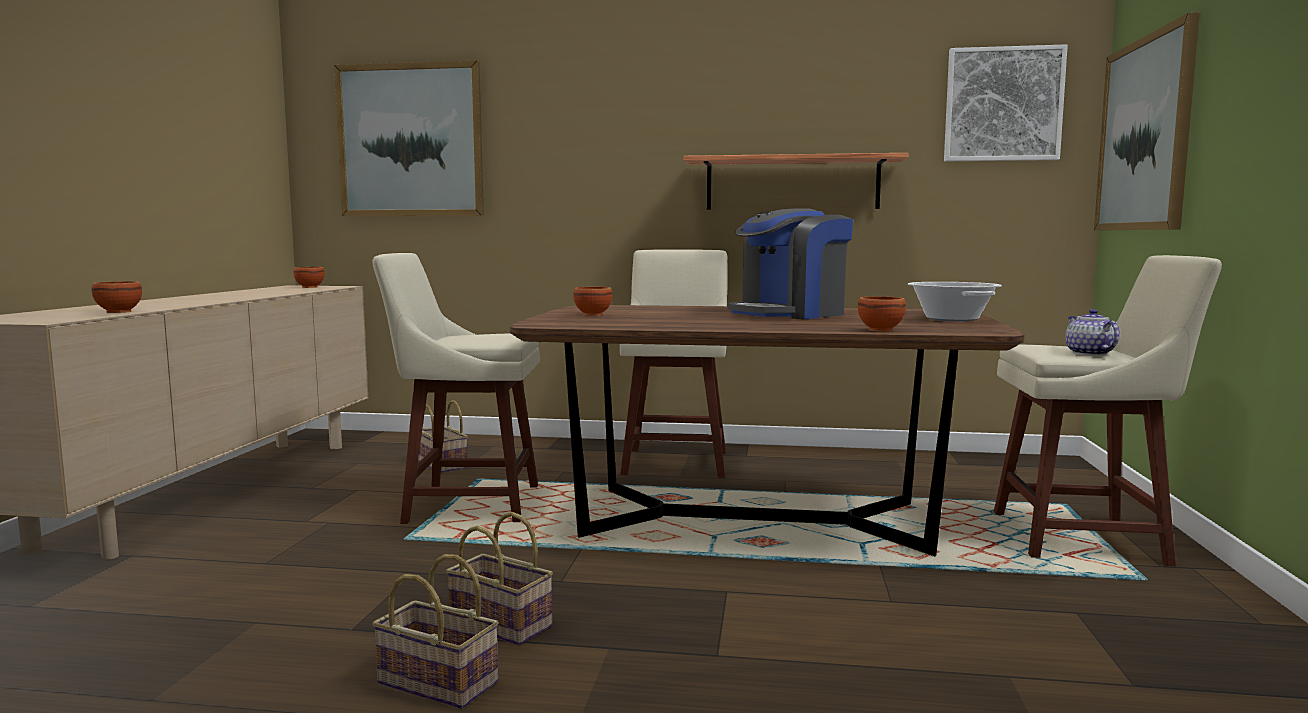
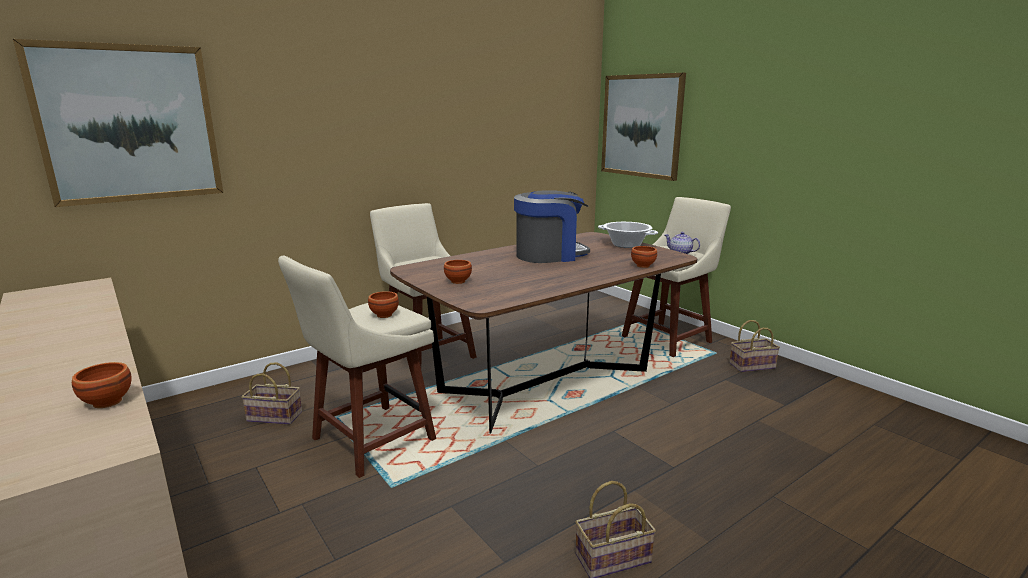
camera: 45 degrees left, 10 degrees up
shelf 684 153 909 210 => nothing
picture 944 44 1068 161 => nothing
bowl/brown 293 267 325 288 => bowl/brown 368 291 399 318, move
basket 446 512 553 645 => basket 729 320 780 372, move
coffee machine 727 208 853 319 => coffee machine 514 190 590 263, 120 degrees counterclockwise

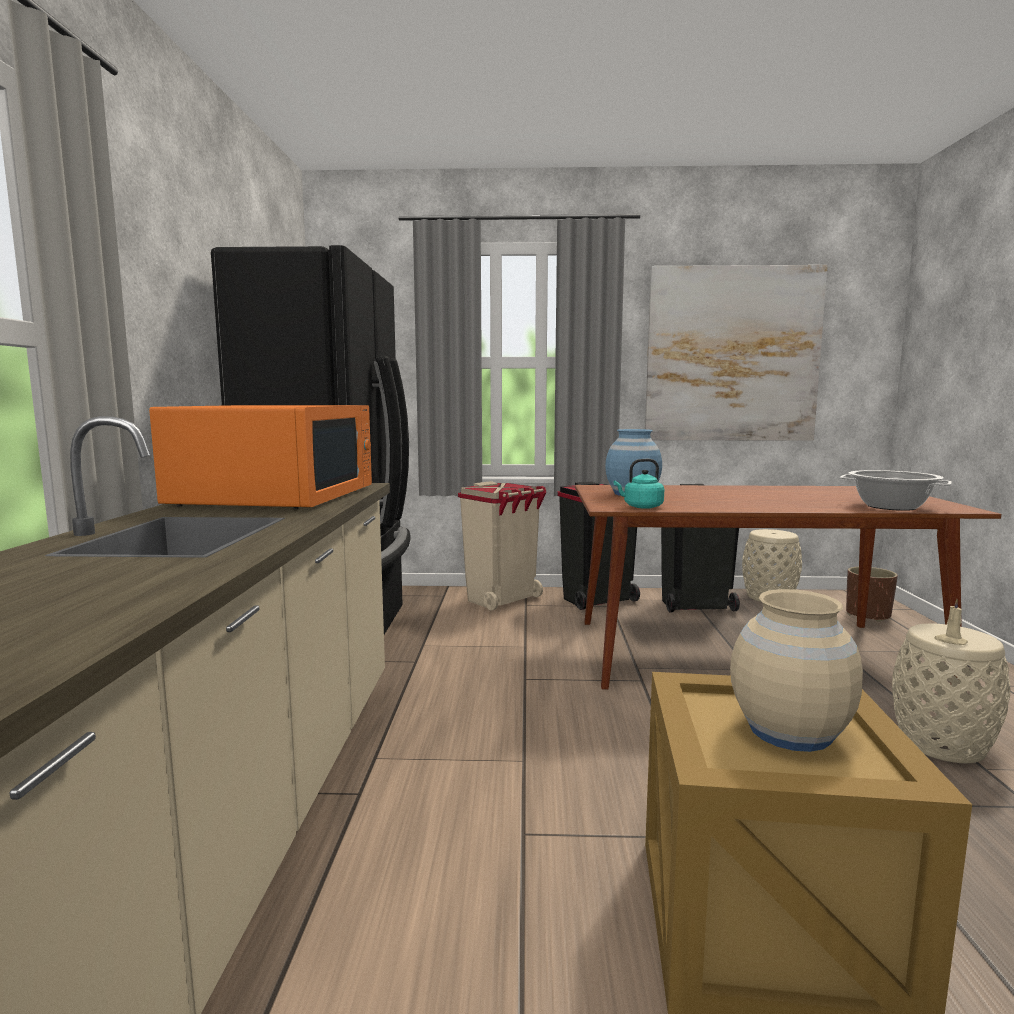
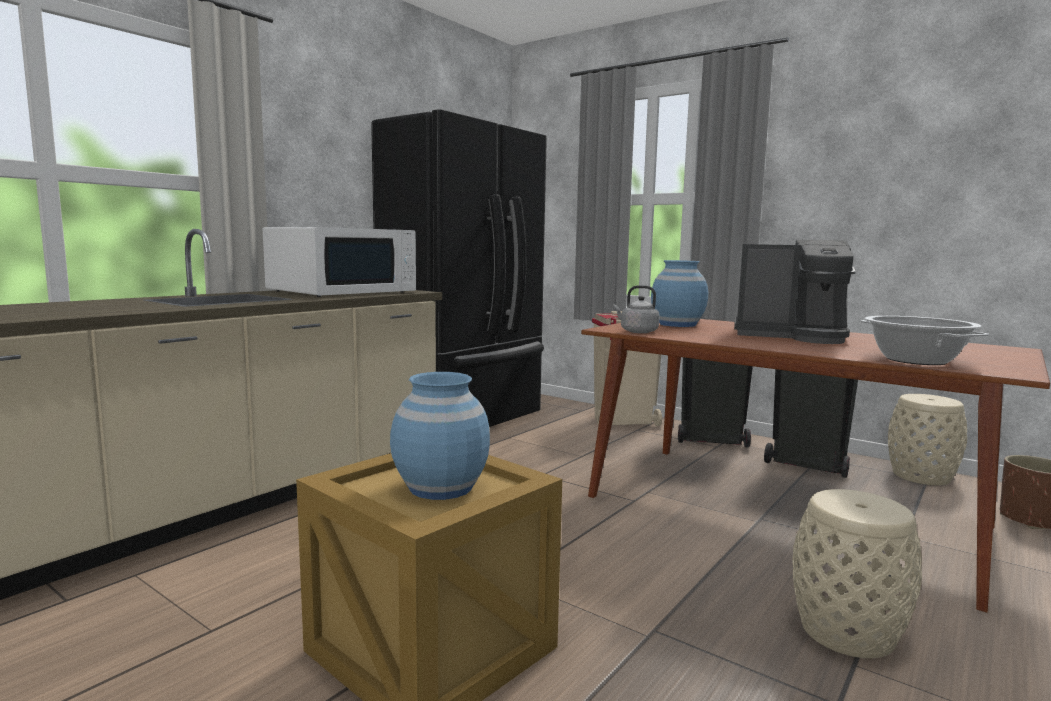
camera: 35 degrees right, 0 degrees up
picture 645 265 828 441 => nothing
candle/beige 934 599 968 645 => nothing
nothing => coffee machine 734 240 856 344
microwave/orange 149 405 372 509 => microwave/white 263 227 416 297
kettle/turquoise 614 459 664 509 => kettle/grey 613 285 660 333
vase/beige 730 589 863 752 => vase/blue 390 372 490 500

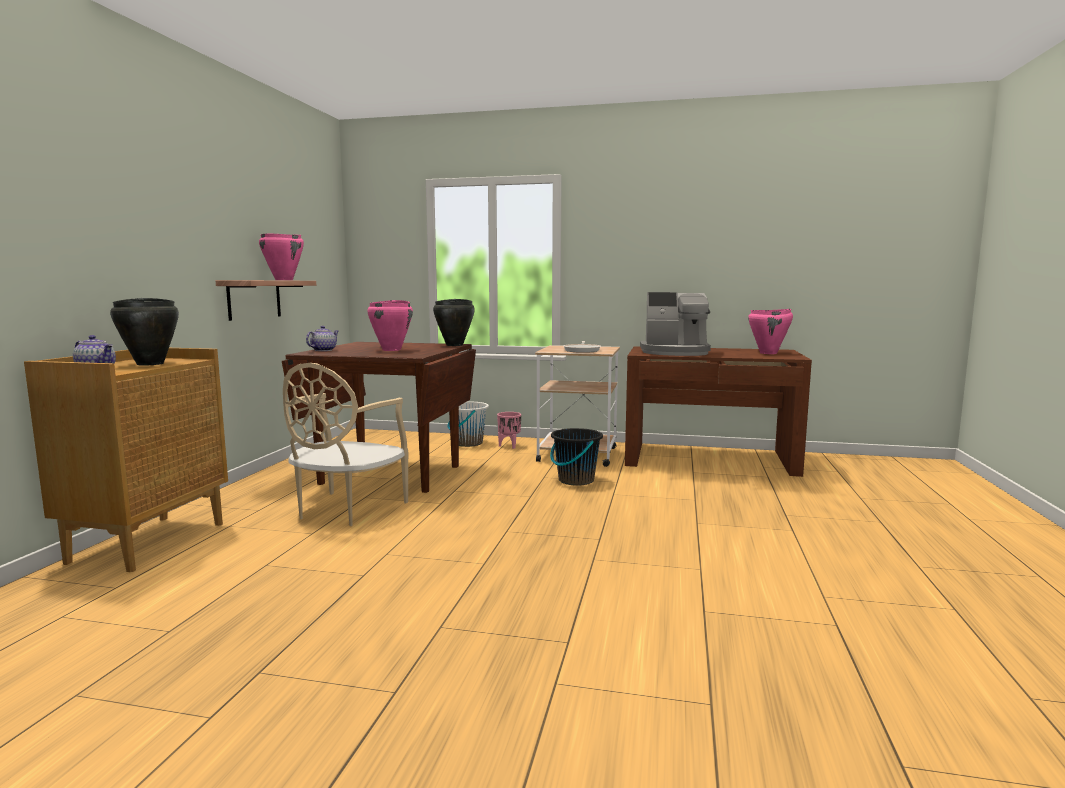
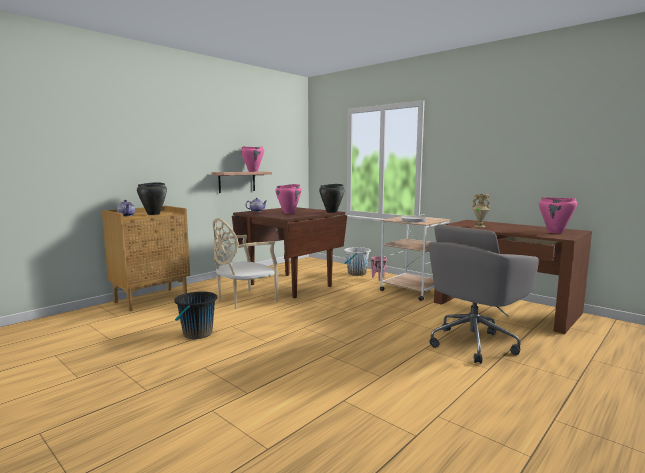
camera: 30 degrees right, 0 degrees up
nothing => office chair/grey 428 225 539 363
bucket/black 550 428 603 486 => bucket/black 174 292 217 339, move
coffee machine 640 292 711 356 => vase/beige 472 194 491 227

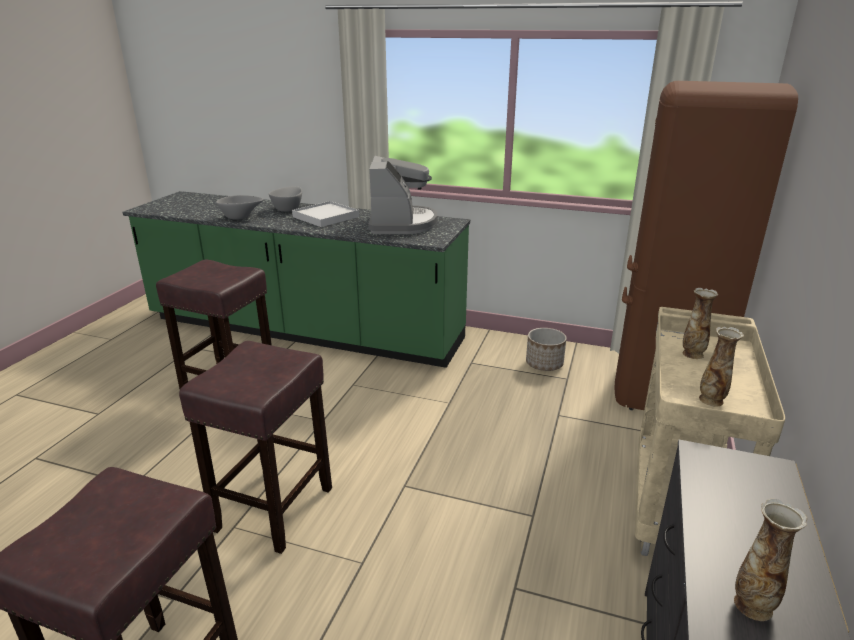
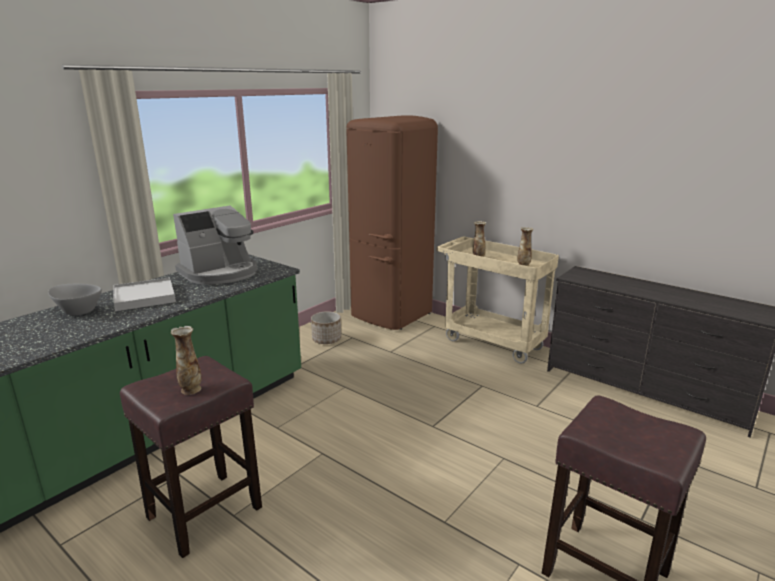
camera: 70 degrees left, 5 degrees down
stool/brown 179 341 332 554 => nothing
bowl/grey 216 195 264 220 => nothing
vase 734 499 807 621 => vase 170 326 201 395, move
coffee machine 368 156 438 234 => coffee machine 173 205 257 285, 120 degrees clockwise

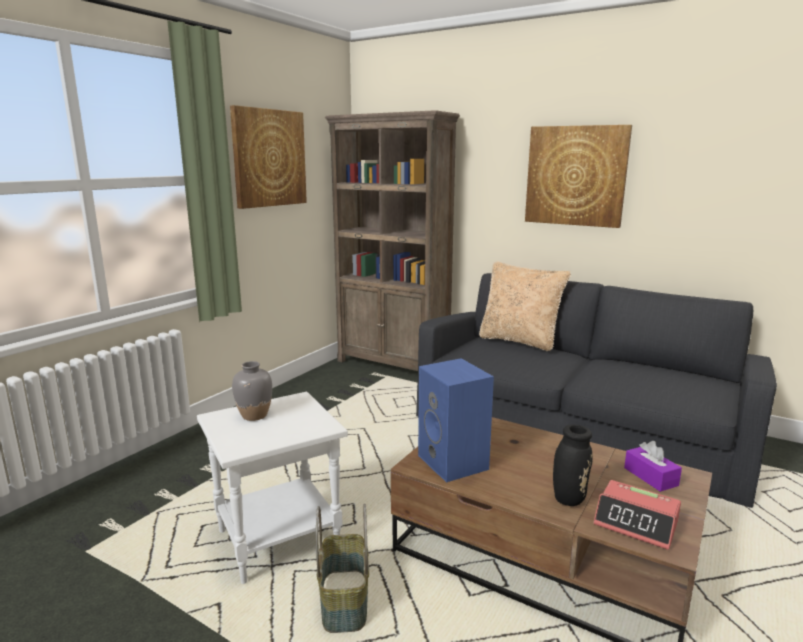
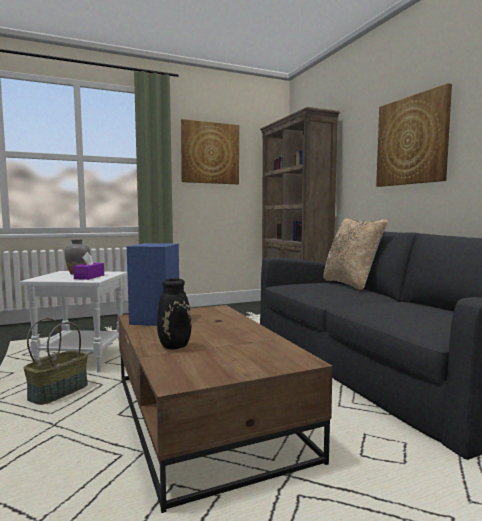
camera: 35 degrees right, 10 degrees down
alarm clock 593 480 681 550 => nothing
tissue box/purple 624 441 682 492 => tissue box/purple 73 252 104 280, move

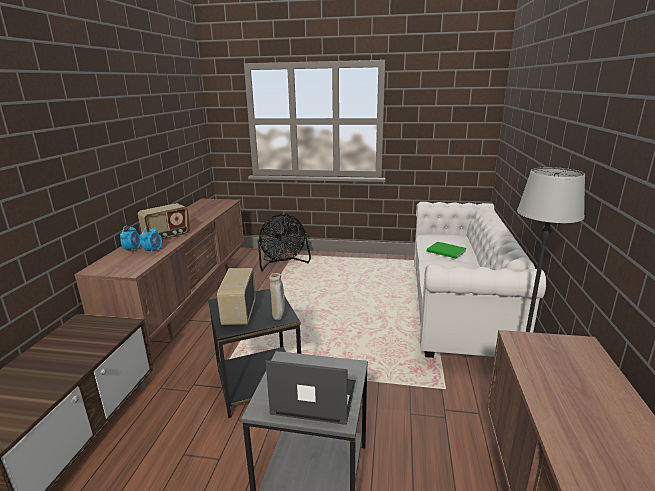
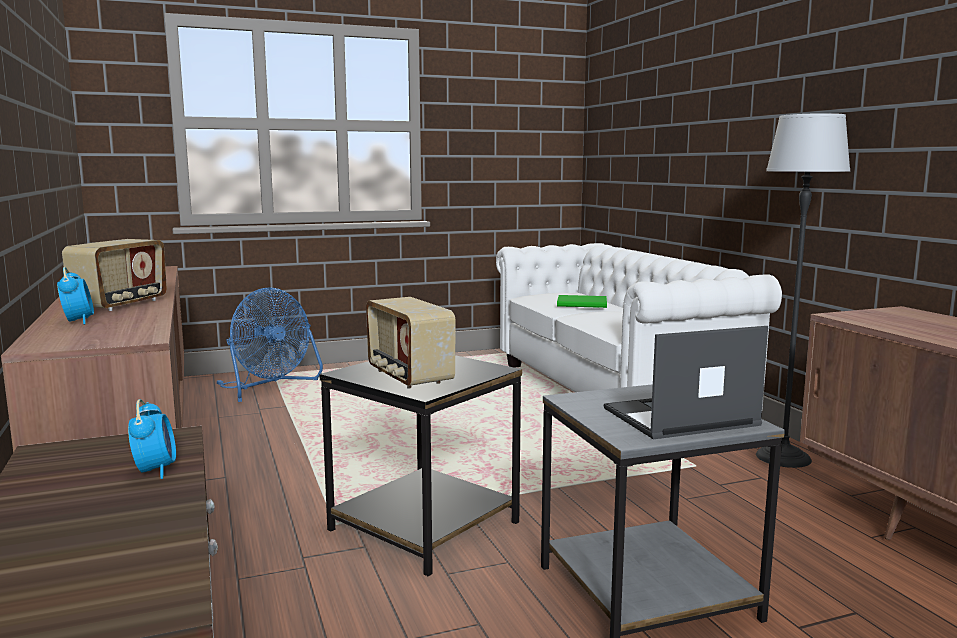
camera: 30 degrees left, 10 degrees down
vase/beige 269 273 285 320 => nothing
alarm clock 140 226 162 254 => alarm clock 128 399 176 479, move
fan/black 257 214 311 272 => fan/blue 217 288 323 402

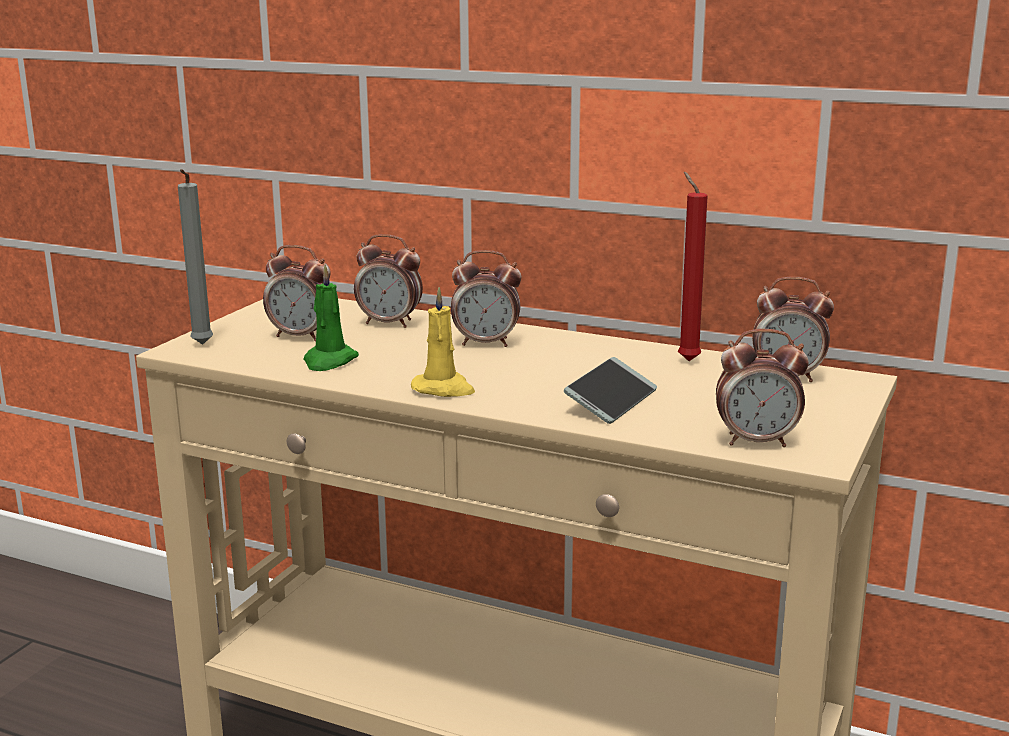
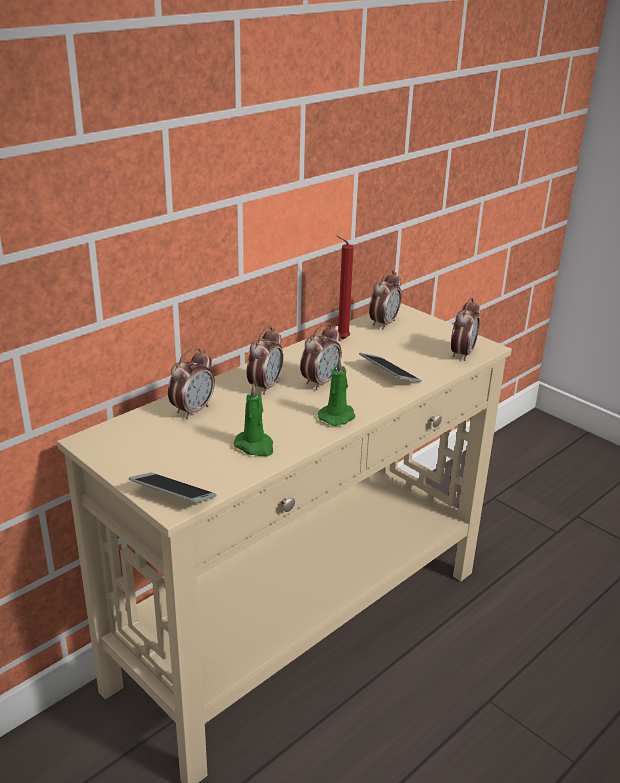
camera: 70 degrees left, 10 degrees up
alarm clock 263 245 331 341 => alarm clock 300 323 342 390, move
candle/grey 178 169 213 345 => phone 129 473 217 503
candle/yellow 411 287 475 397 => candle/green 318 357 355 426

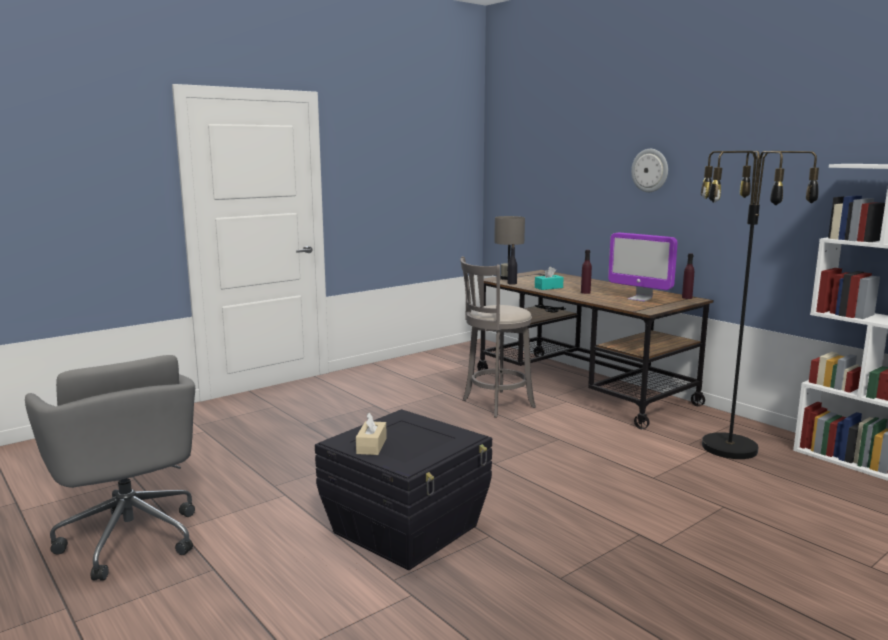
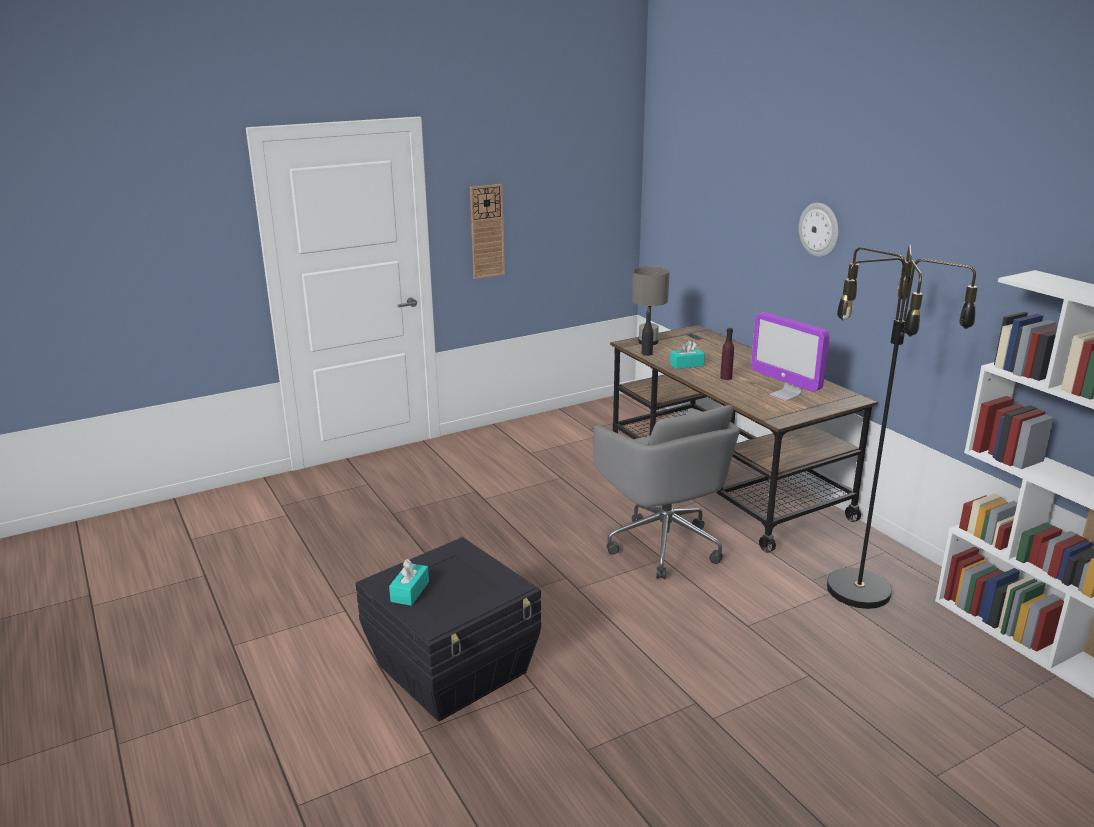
camera: 10 degrees right, 10 degrees up
stool/grey 460 256 536 417 => nothing
bottle/purple 682 253 694 299 => nothing
nothing => wall clock 470 184 505 279
office chair/grey 25 355 195 580 => office chair/grey 593 405 740 579, move
tissue box/beige 356 413 387 455 => tissue box/turquoise 389 559 429 606

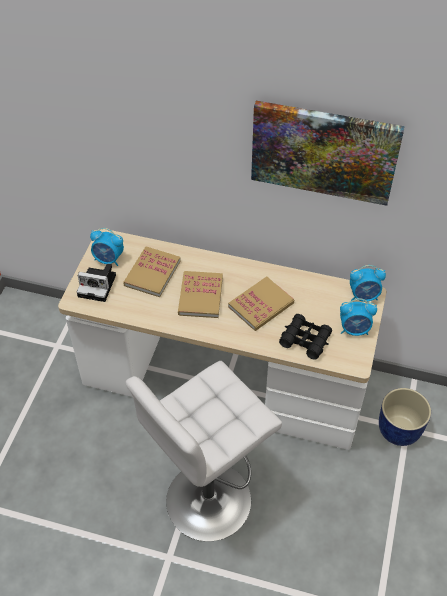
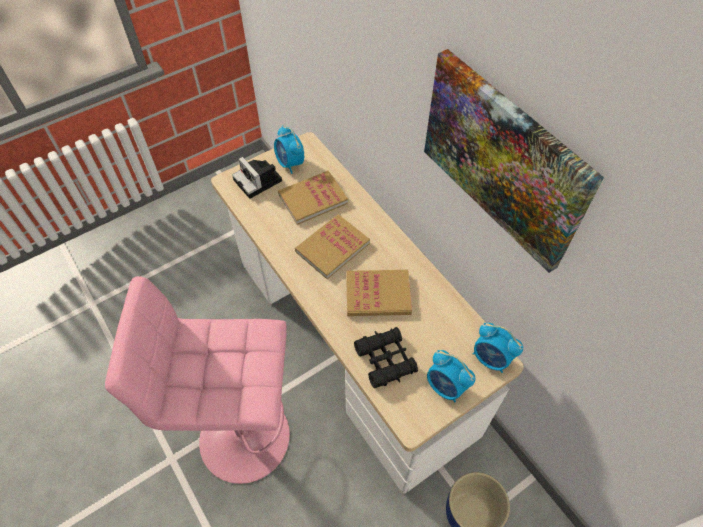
camera: 40 degrees right, 5 degrees up
stool/white 125 361 282 541 => stool/pink 105 276 290 484

